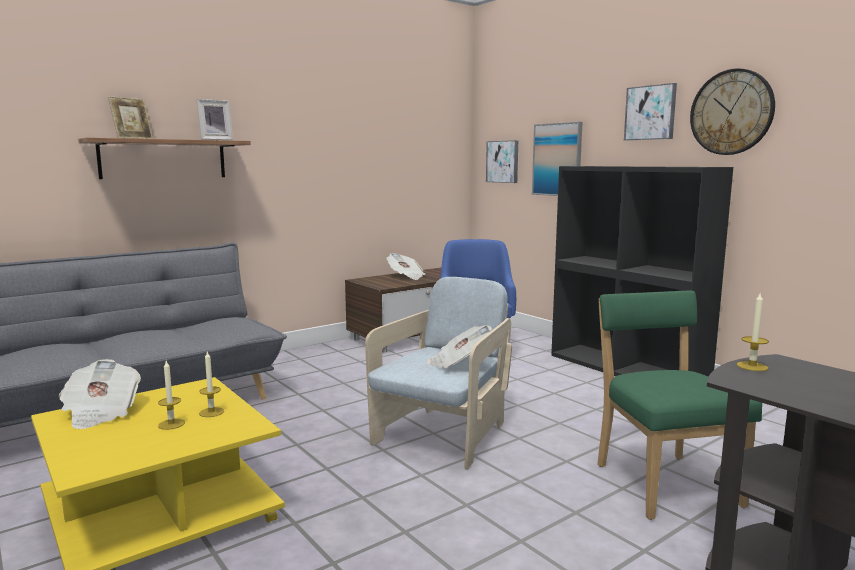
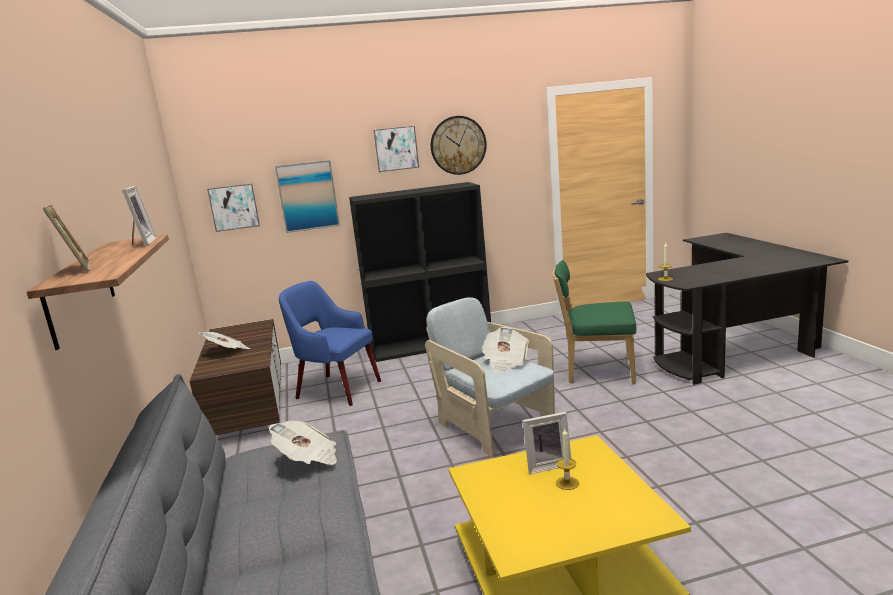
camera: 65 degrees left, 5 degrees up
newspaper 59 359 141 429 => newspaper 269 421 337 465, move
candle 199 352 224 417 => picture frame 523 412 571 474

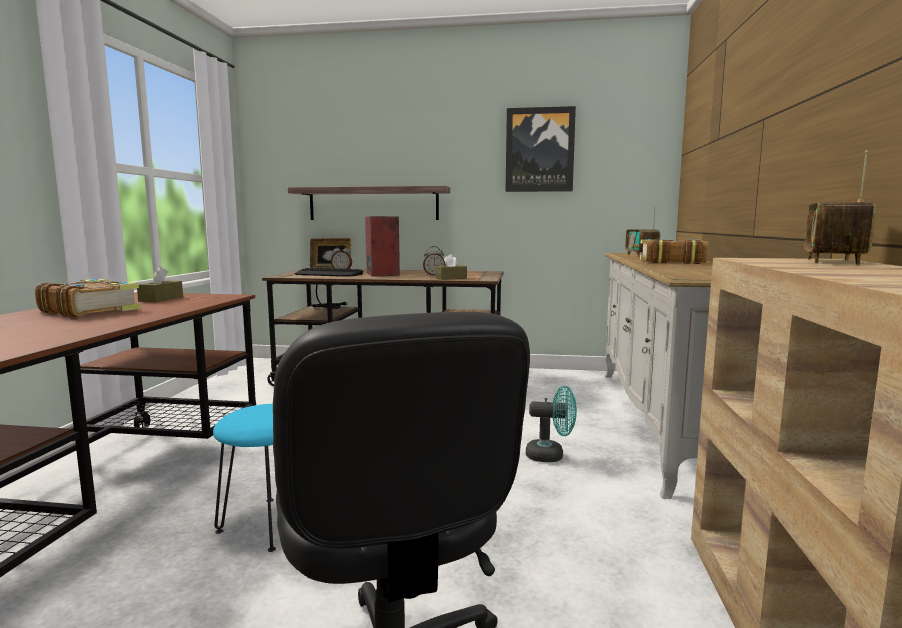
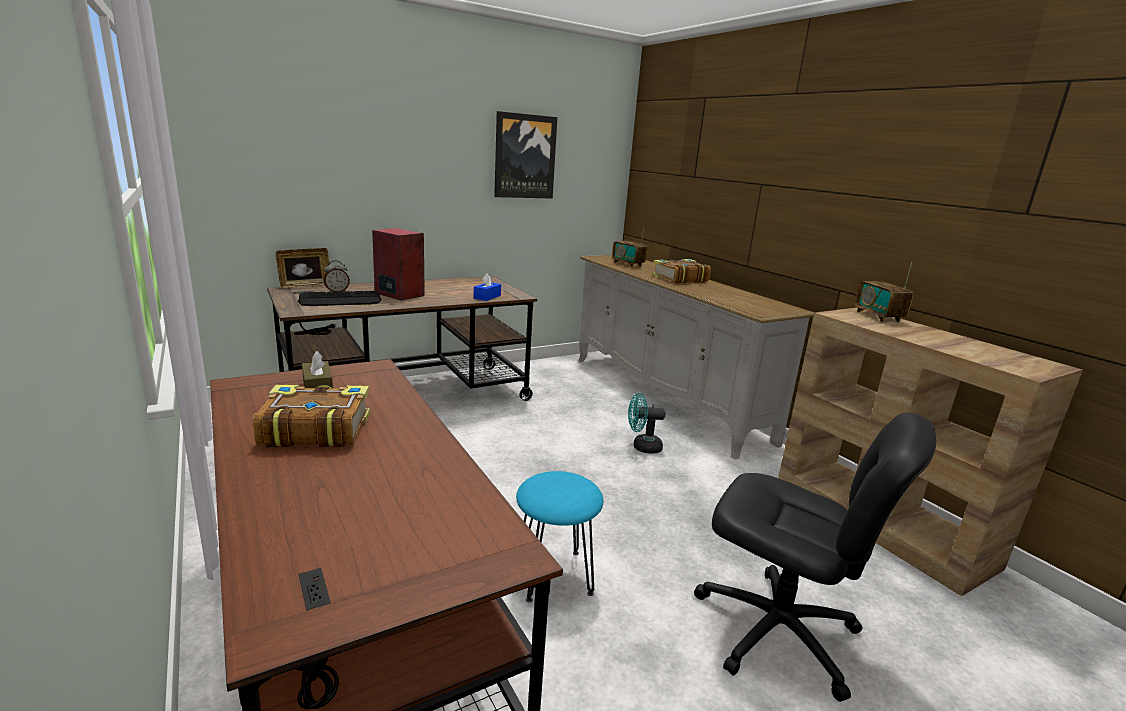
camera: 40 degrees left, 10 degrees up
shelf 288 186 451 220 => nothing
alarm clock 423 246 445 276 => nothing
tissue box/brown 435 254 467 280 => tissue box/blue 474 274 501 301
fan/turquoise 526 386 577 462 => fan/turquoise 628 393 665 454, 150 degrees counterclockwise

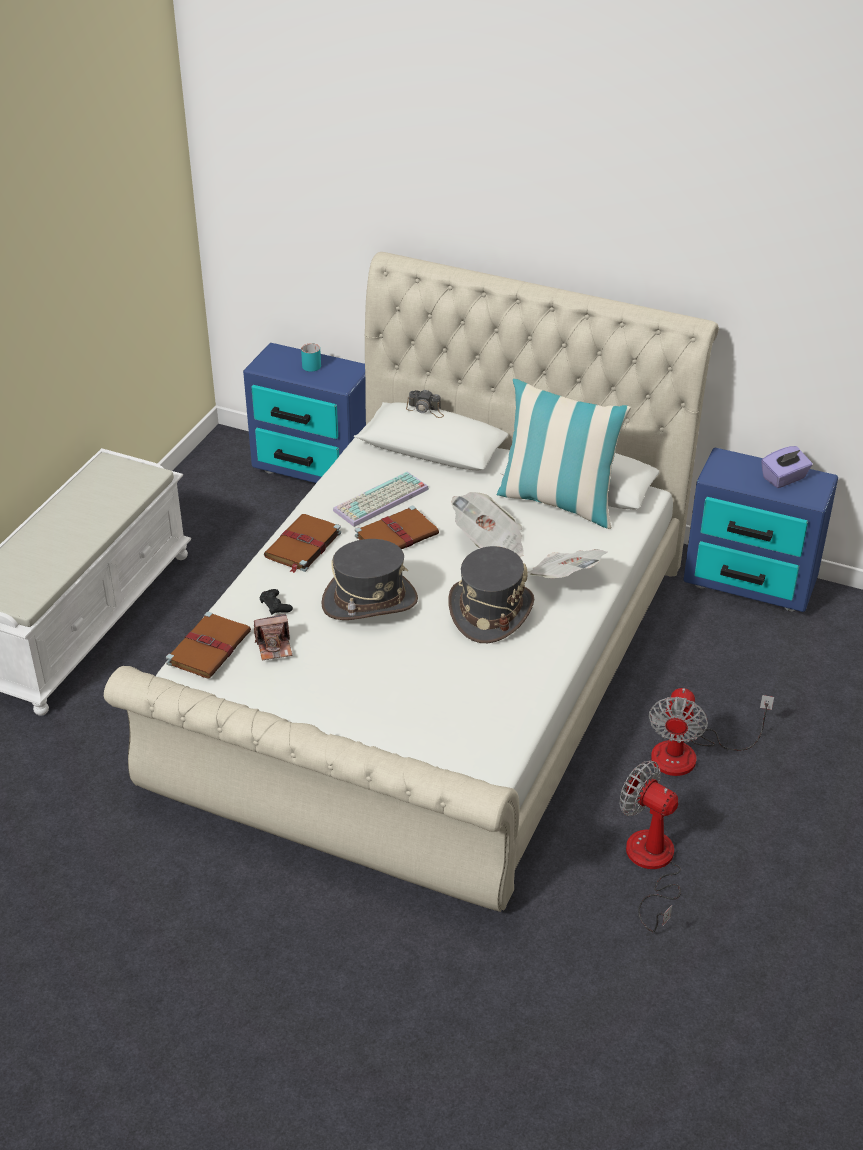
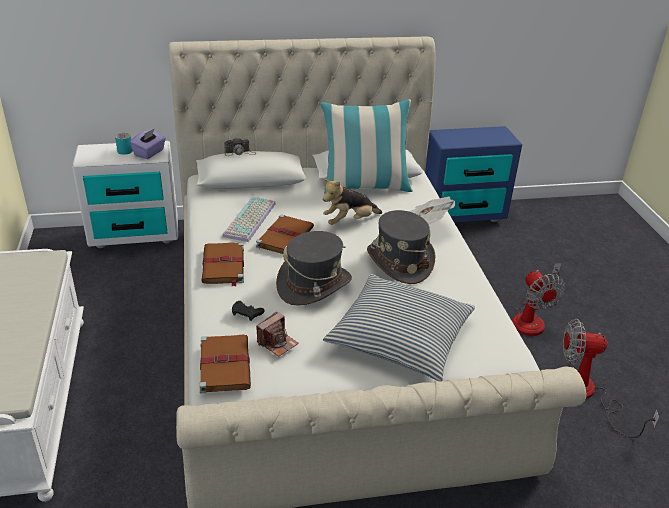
camera: 35 degrees left, 5 degrees down
nothing => pillow 323 274 475 382
tissue box/purple 761 446 812 488 => tissue box/purple 130 128 166 159, move
newspaper 451 492 524 557 => plush toy 323 179 382 225
nightstand/blue 243 343 366 483 => nightstand/white 72 141 178 248

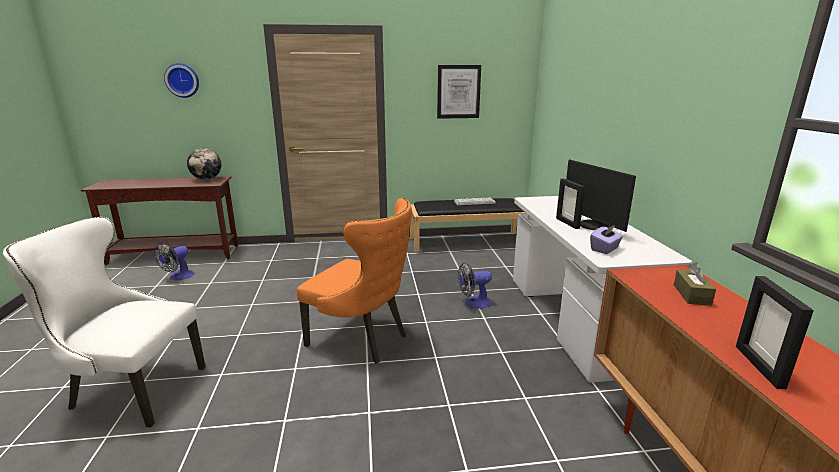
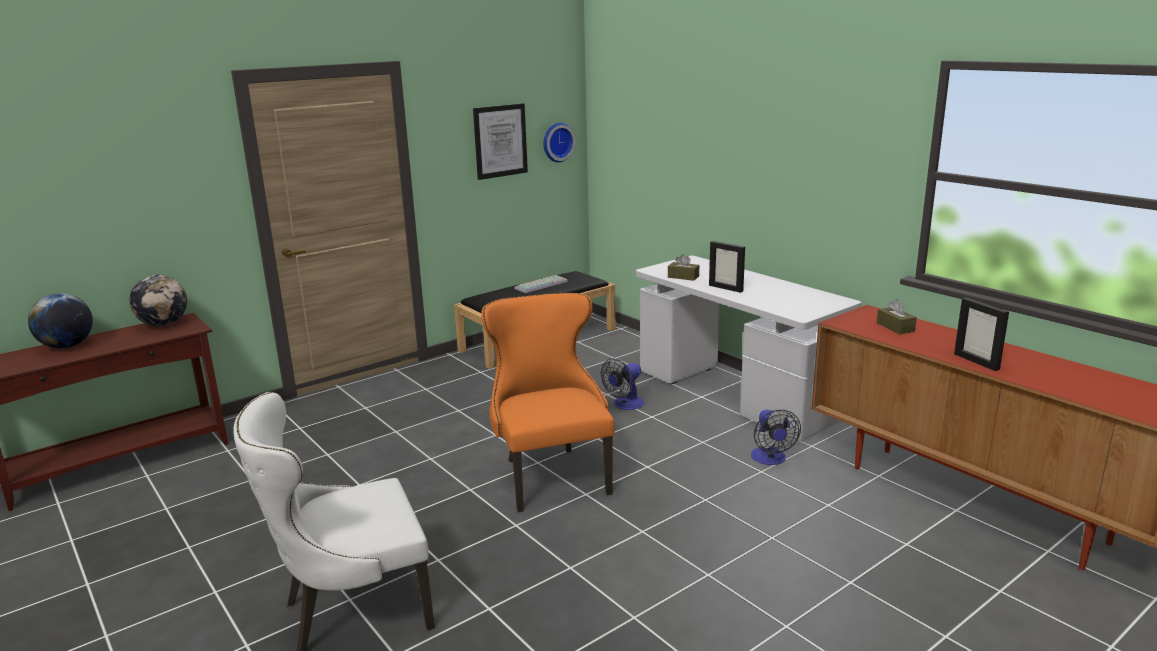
camera: 30 degrees left, 0 degrees up
monitor 566 160 636 232 => nothing
tissue box/purple 590 224 623 254 => nothing
nothing => globe 28 293 93 348
nothing => tissue box/brown 668 254 699 281
fan 154 243 194 280 => fan 751 410 801 465, move
wall clock 164 63 199 98 => wall clock 543 123 576 162, move
chair/orange 297 198 412 364 => chair/orange 481 293 615 512, 105 degrees counterclockwise

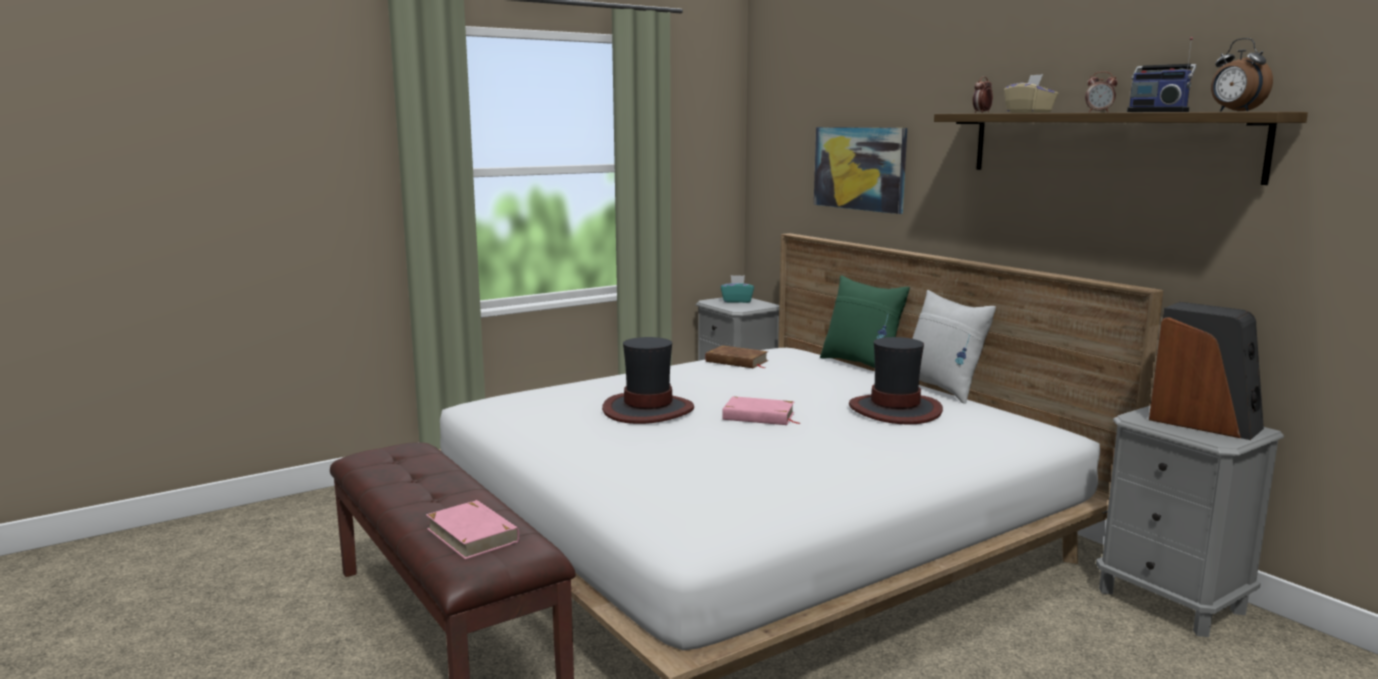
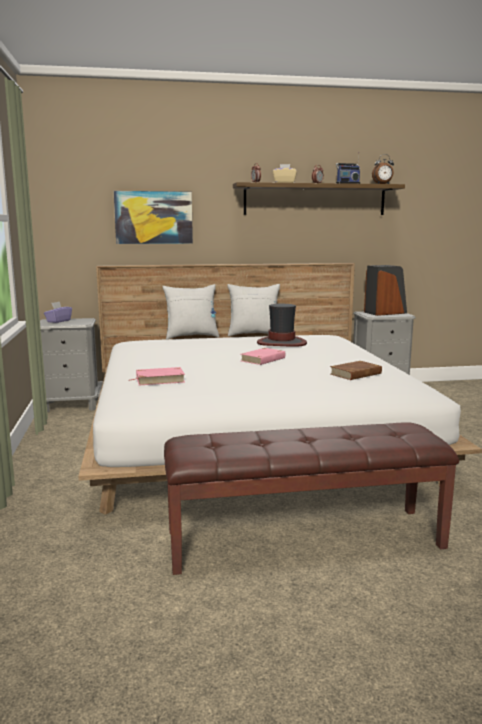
camera: 65 degrees left, 0 degrees up
hat 602 337 694 424 => nothing
book/pink 426 500 519 559 => book/pink 132 367 185 385, move
book/brown 705 345 768 368 => book/brown 330 361 382 380, move
tissue box/turquoise 721 275 754 303 => tissue box/purple 44 302 72 323
pillow/green 820 275 910 368 => pillow/grey 162 284 219 339

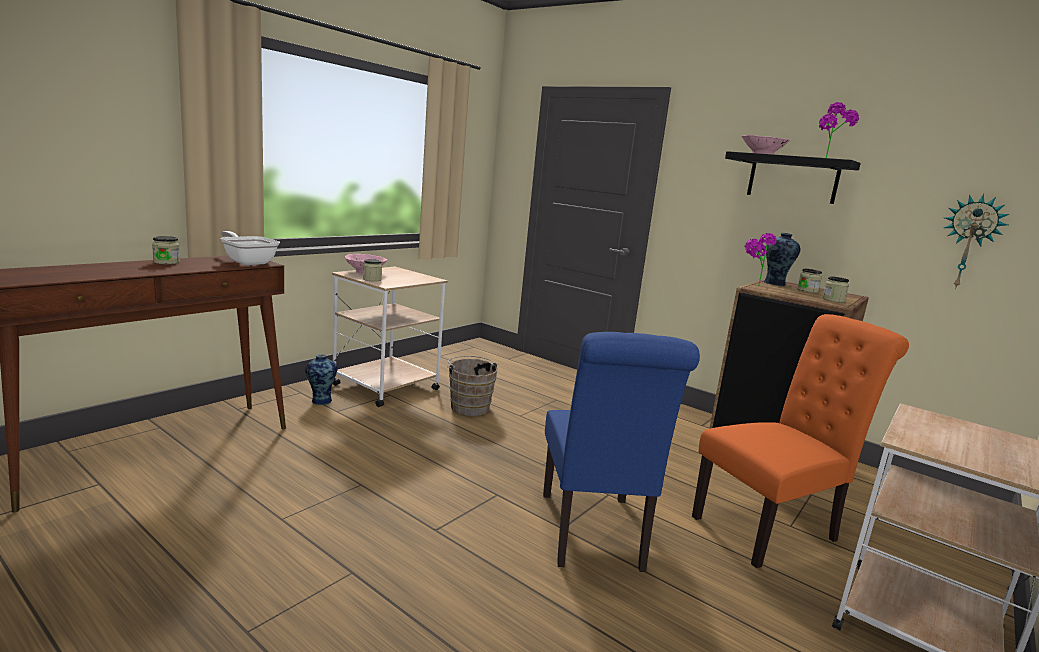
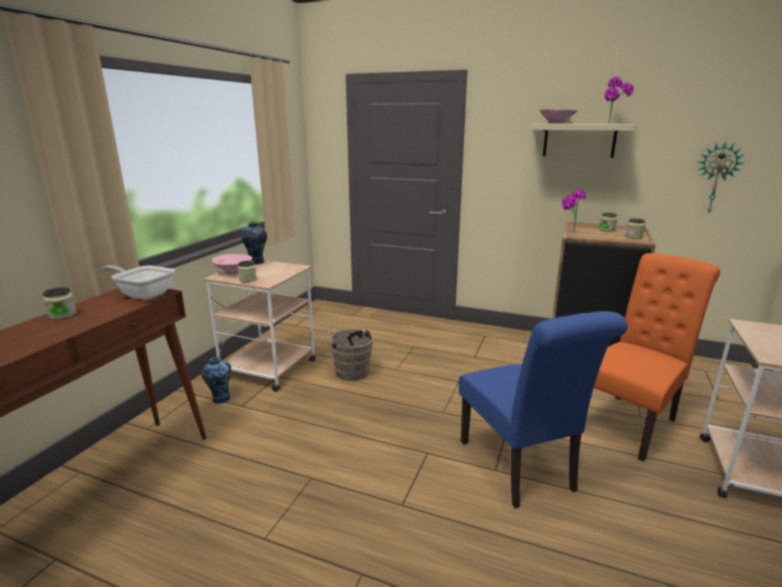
camera: 15 degrees left, 5 degrees up
vase 764 233 801 286 => vase 241 222 267 265, move
shelf/black 725 151 861 204 => shelf/beige 530 124 635 158

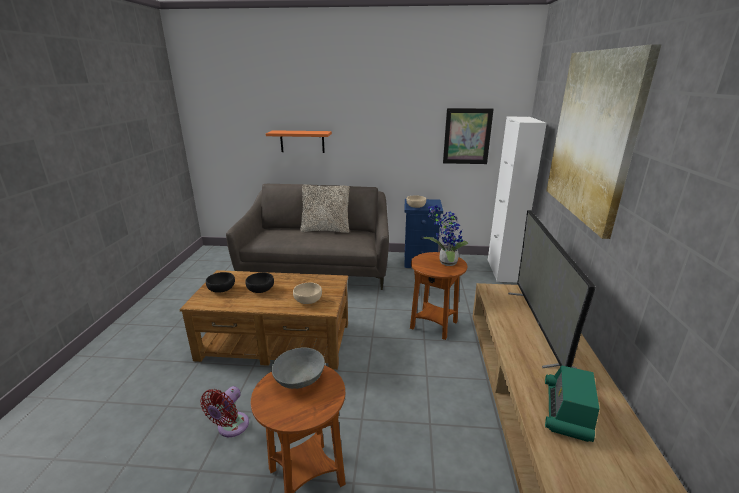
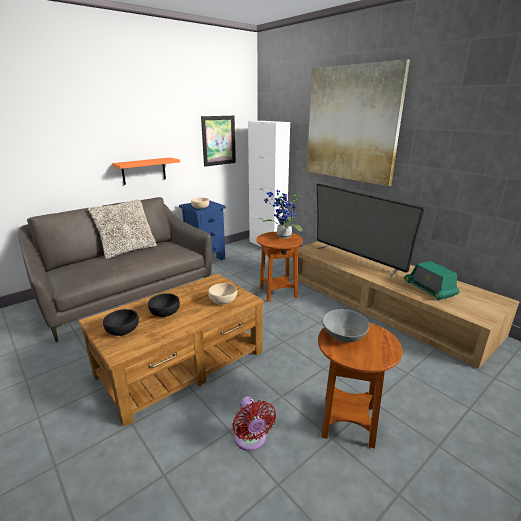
camera: 45 degrees left, 0 degrees up
shelf/orange 266 130 332 153 => shelf/orange 112 157 180 185, move

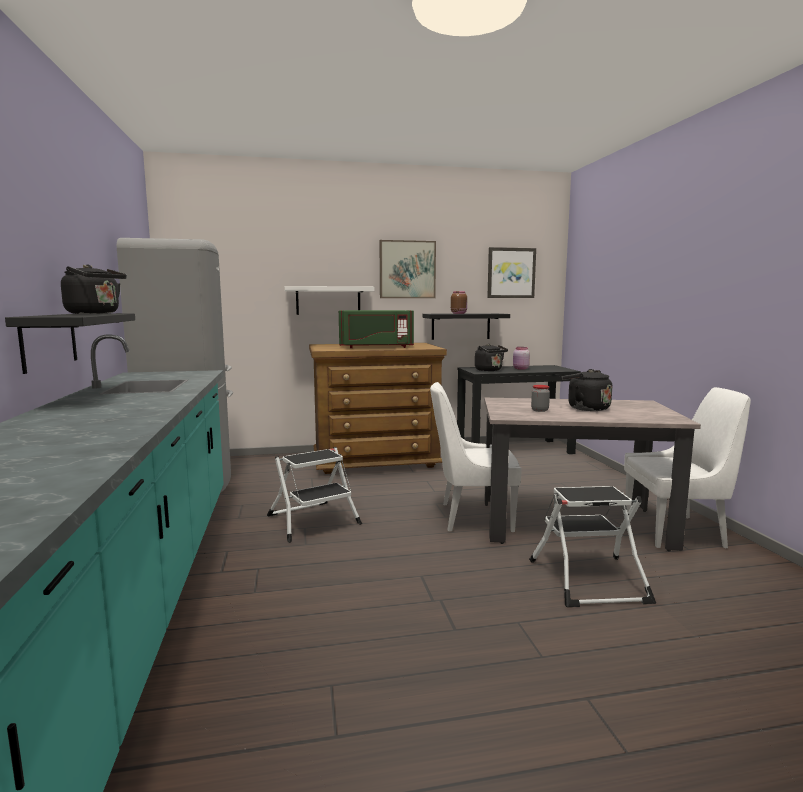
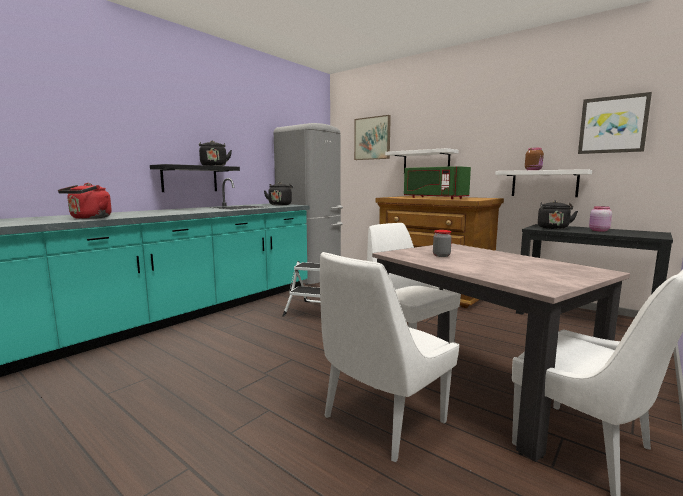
camera: 50 degrees right, 0 degrees up
nothing => kettle/red 58 183 112 219
picture 380 240 436 298 => picture 354 115 391 160, move
kettle/black 562 369 612 411 => kettle/black 264 182 293 205, move
step ladder 529 486 656 607 => chair/white 320 252 459 462
shelf/black 422 313 510 340 => shelf/white 495 169 592 197

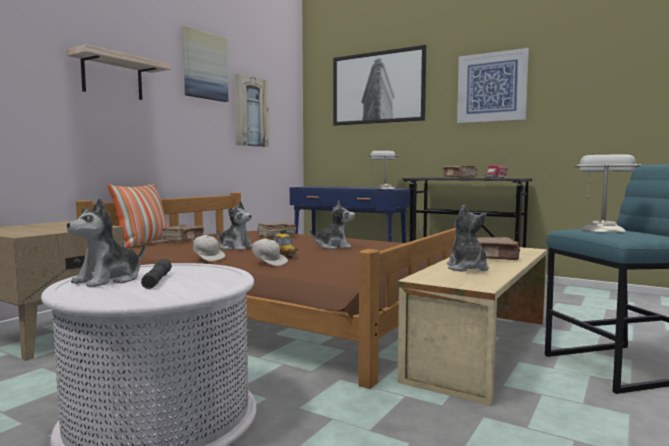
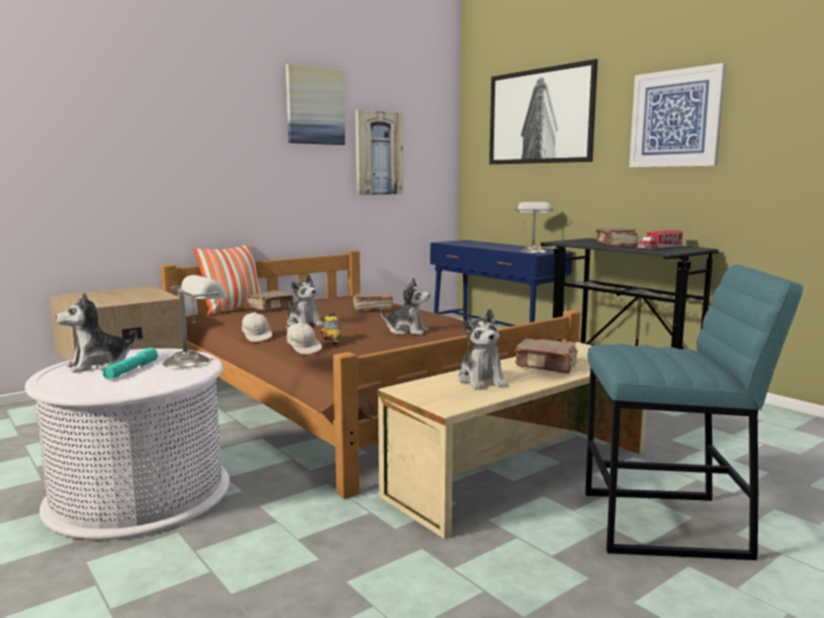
camera: 20 degrees right, 5 degrees up
shelf 66 45 171 100 => nothing
table lamp/white 575 155 641 232 => table lamp/white 163 275 228 368, move
flashlight/grey 141 259 172 289 => flashlight/turquoise 103 347 158 380
plush toy 447 205 489 272 => plush toy 458 309 507 389, 150 degrees clockwise

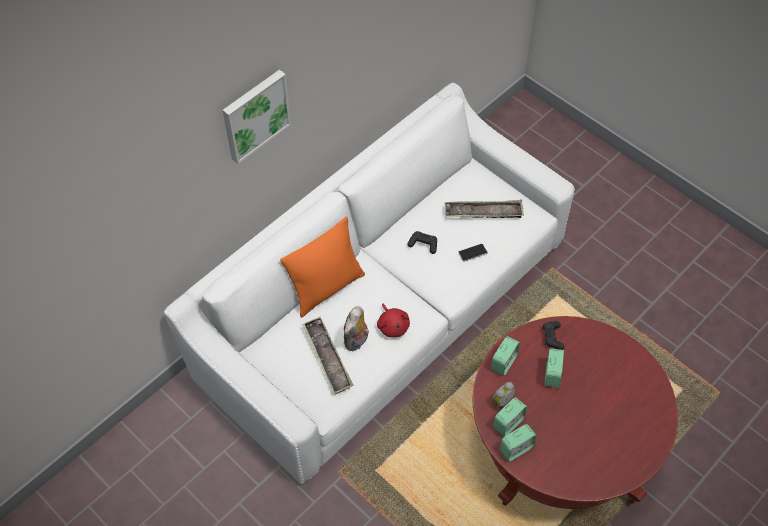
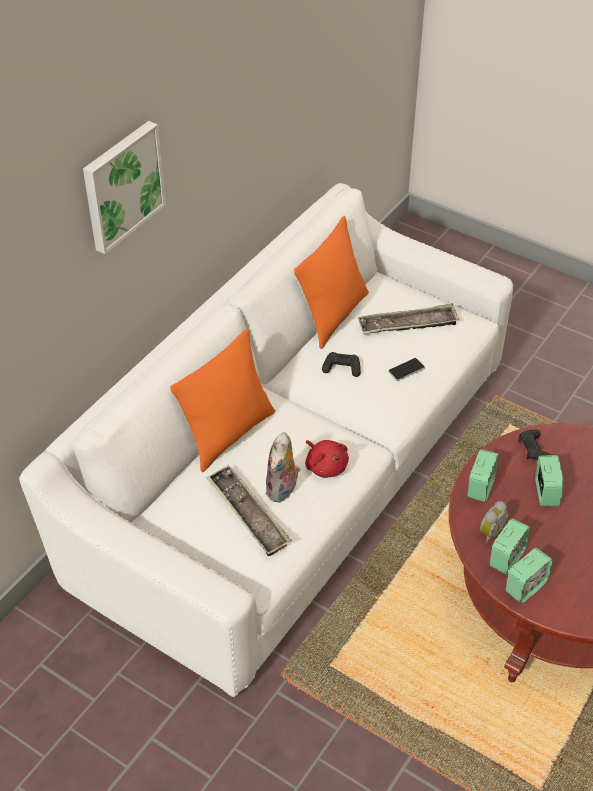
camera: 10 degrees left, 10 degrees down
nothing => pillow/orange 294 216 369 349

